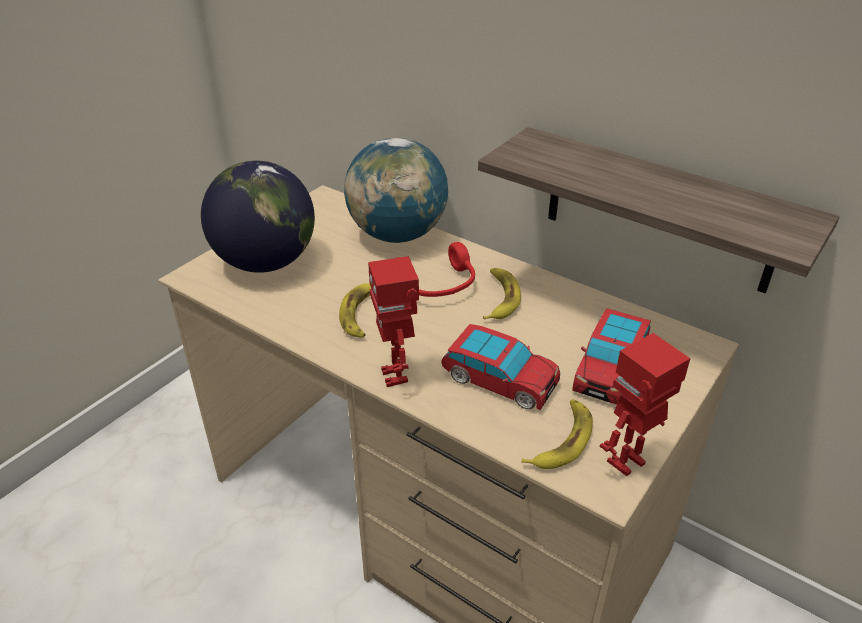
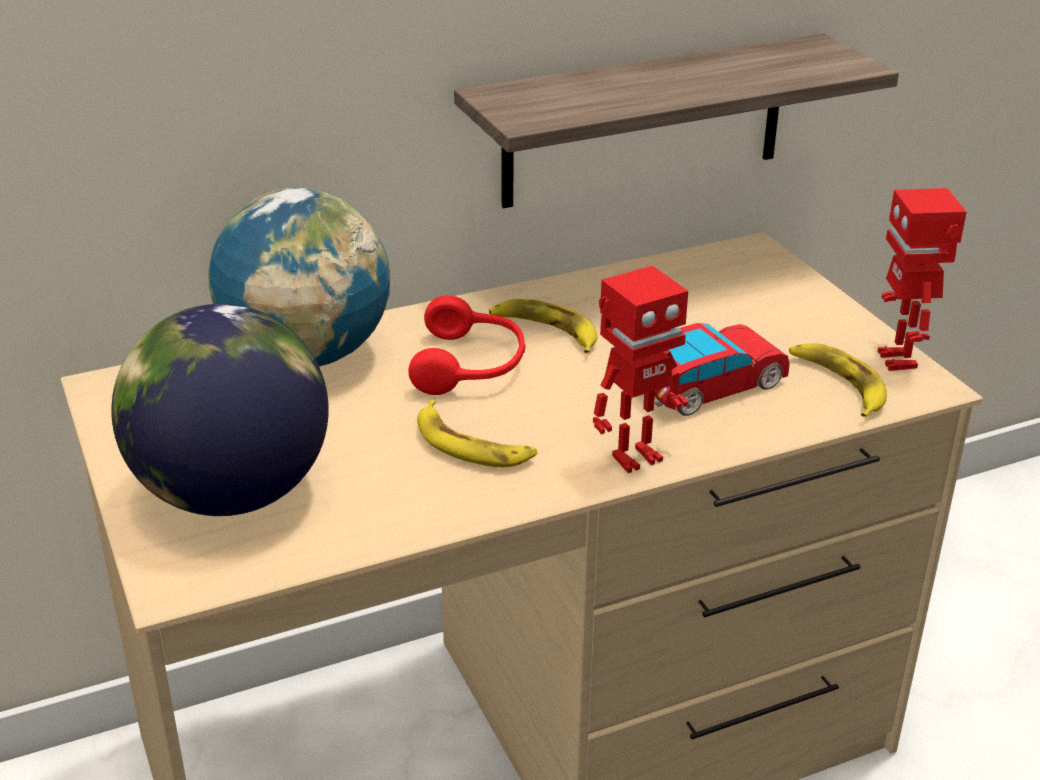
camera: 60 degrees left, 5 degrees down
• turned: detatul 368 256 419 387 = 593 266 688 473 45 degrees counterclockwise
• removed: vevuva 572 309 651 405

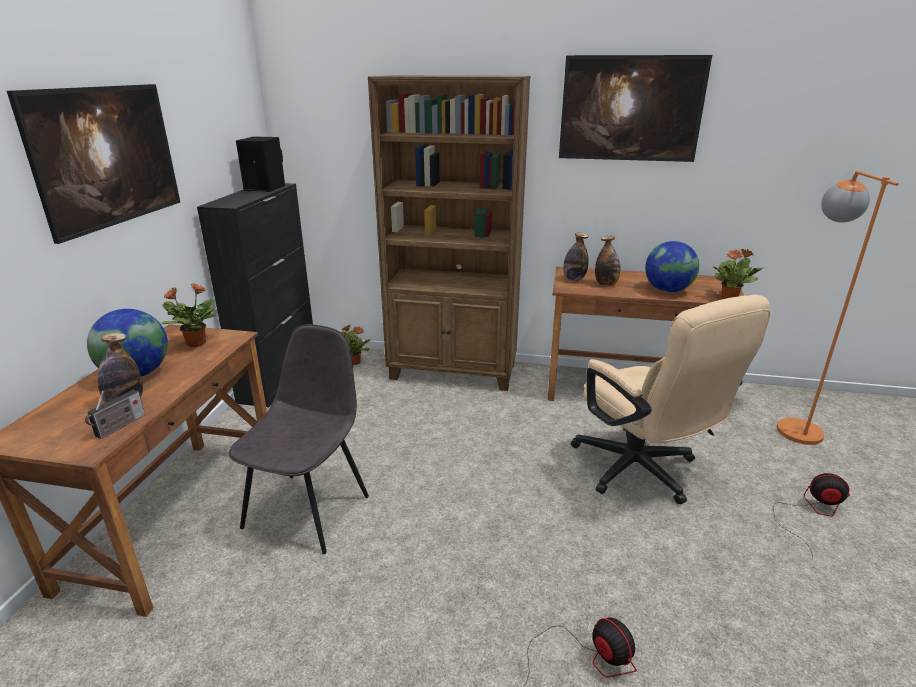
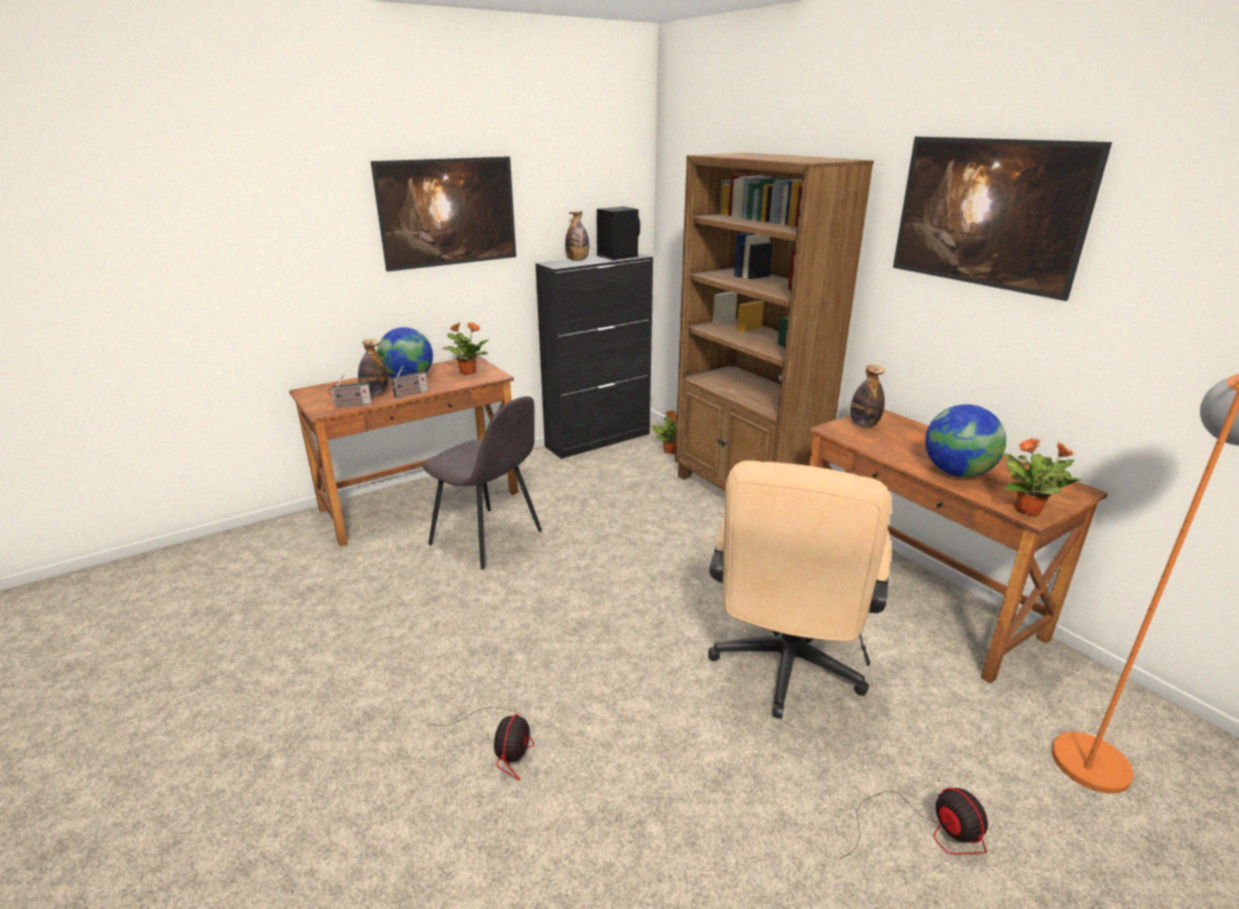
camera: 45 degrees right, 0 degrees up
• moved: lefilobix 595 236 621 286 to 565 211 589 261
• turned: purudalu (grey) 229 324 369 554 = 423 397 542 570 60 degrees clockwise
• added: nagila 389 366 428 398

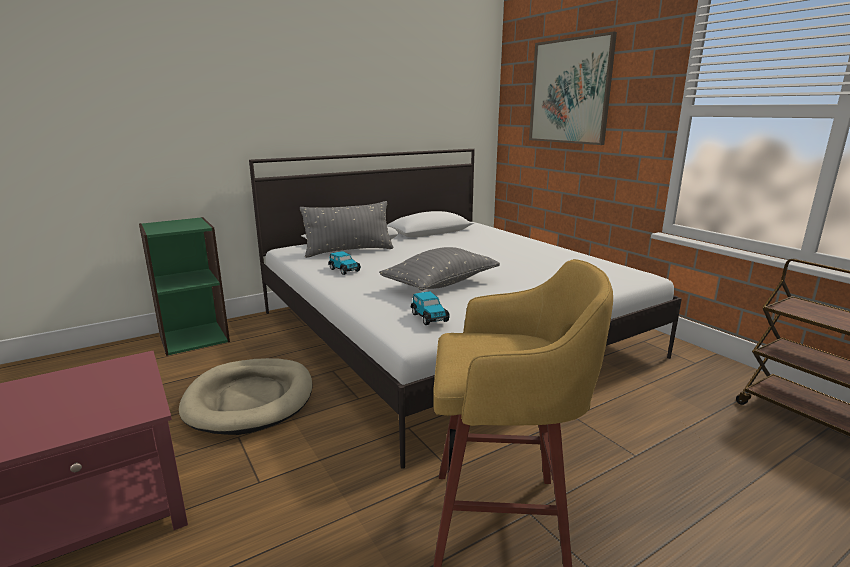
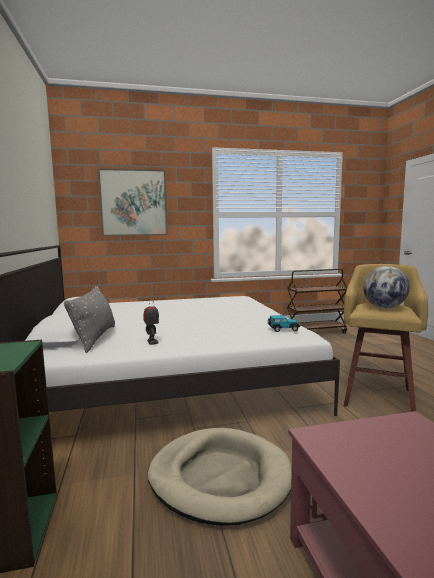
camera: 70 degrees left, 10 degrees down
• removed: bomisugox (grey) 379 247 500 291
• replaced: vevuva 328 251 361 275 to detatul 143 299 159 345
• added: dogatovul 363 266 410 308

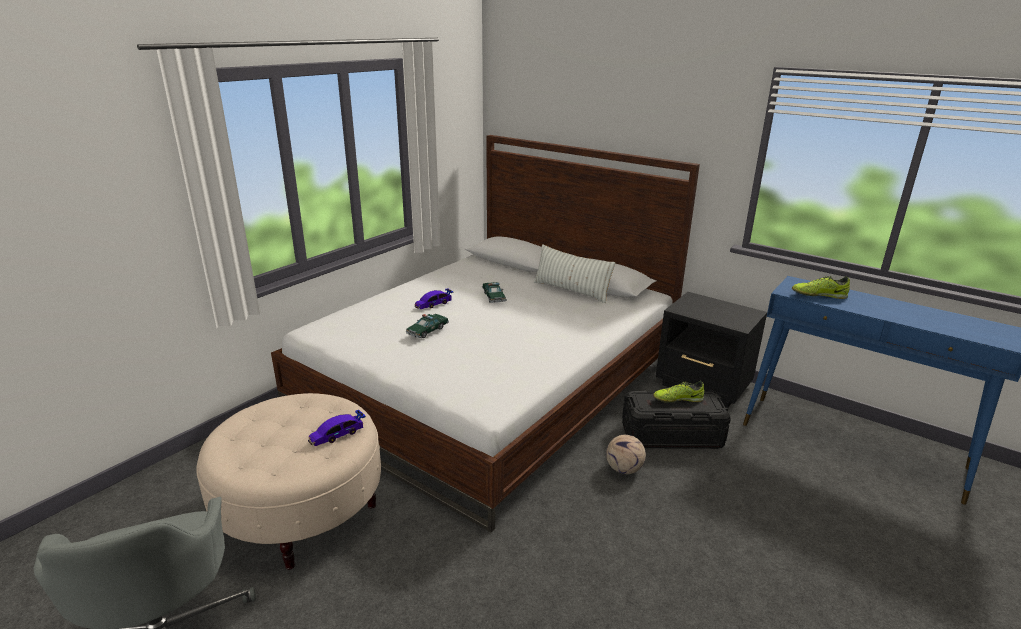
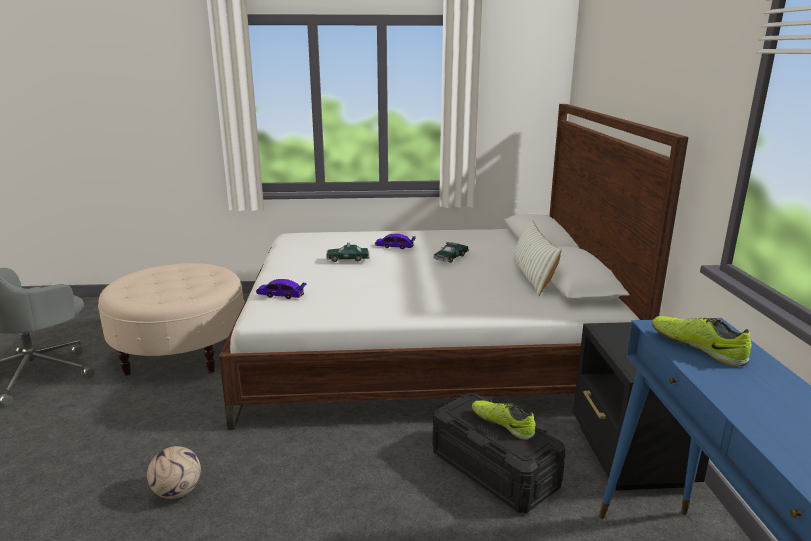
camera: 50 degrees right, 5 degrees down
• moved: vevuva 308 410 366 446 to 256 279 306 299
• moved: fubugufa 606 435 646 474 to 147 446 201 499

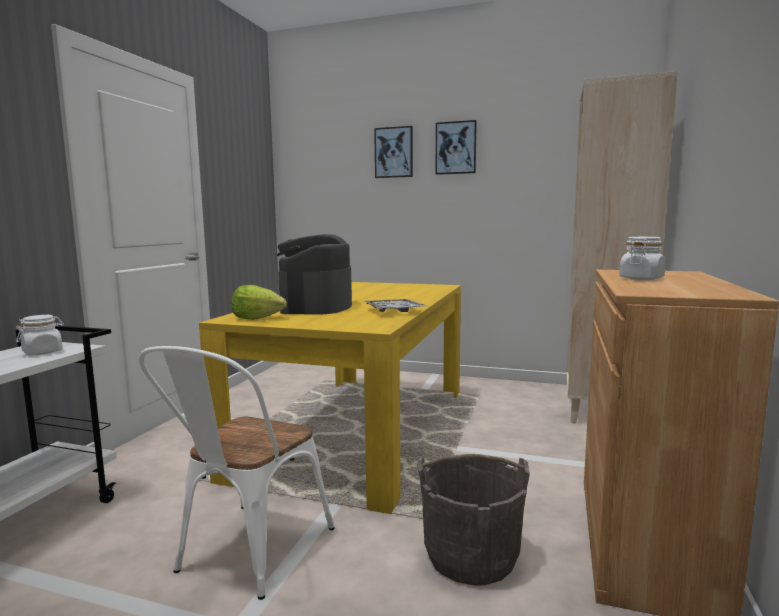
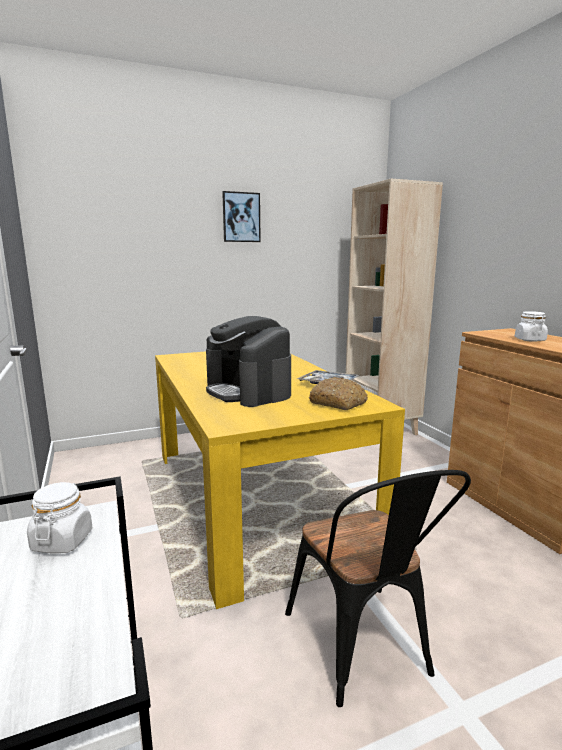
camera: 40 degrees left, 5 degrees up
• removed: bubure 374 126 413 178
• removed: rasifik 231 285 287 320
• recoloured: purudalu (white) 139 346 335 600 to purudalu (black) 285 470 471 707
• removed: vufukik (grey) 417 454 530 586
• added: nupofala 309 377 368 410

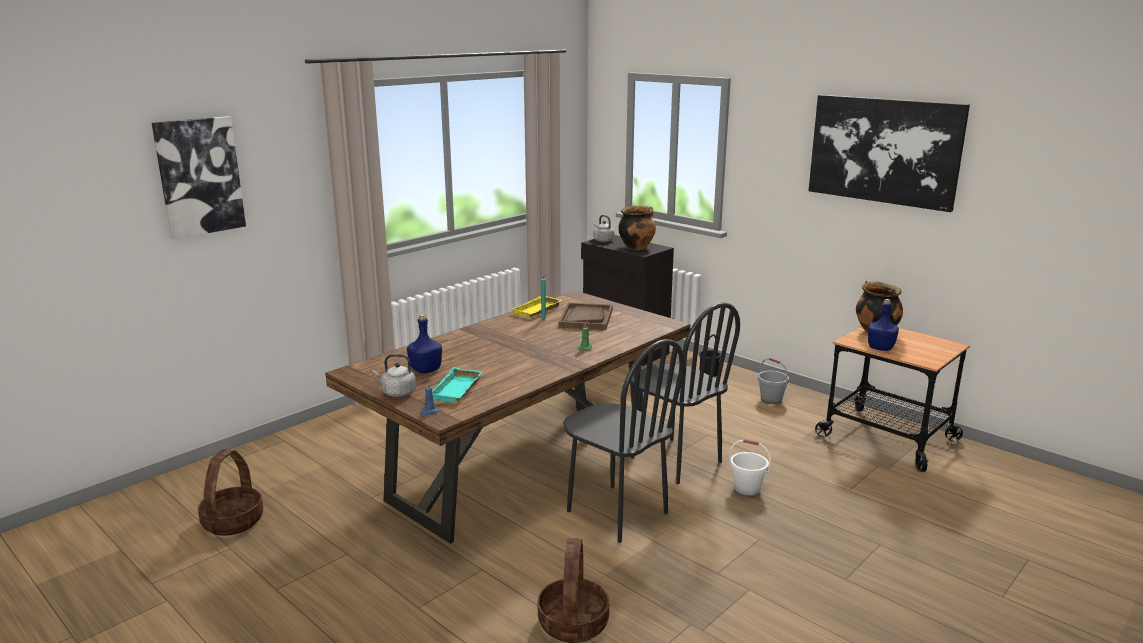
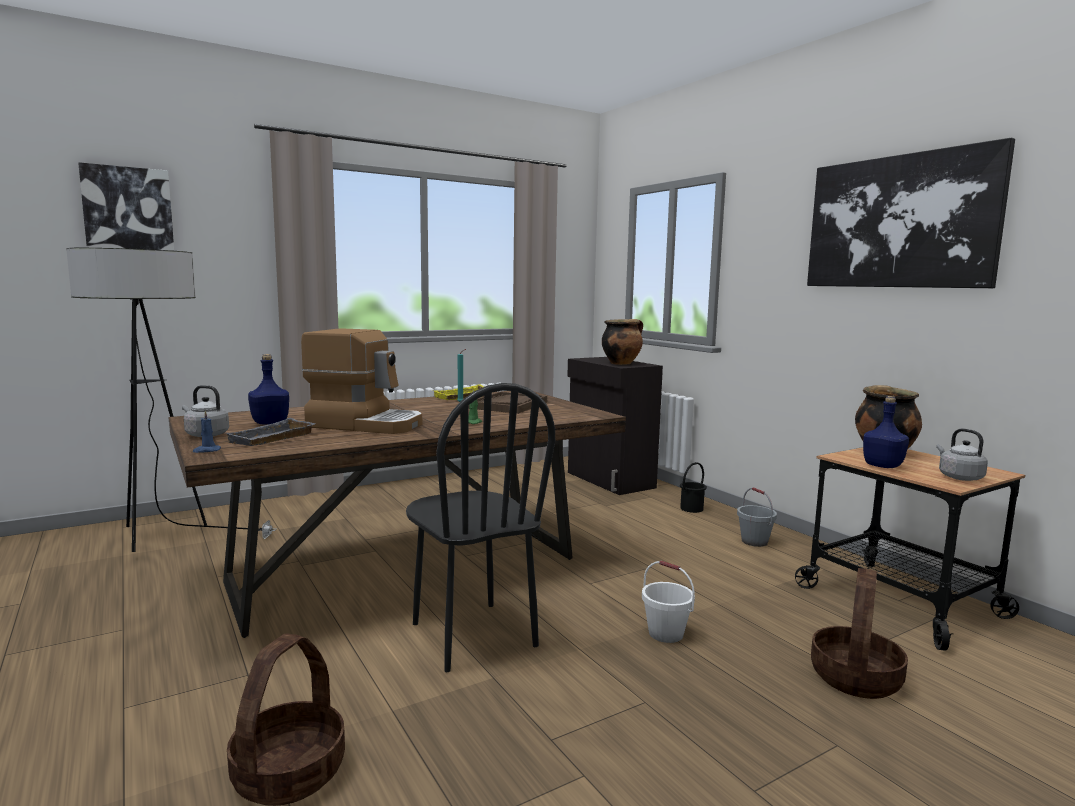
camera: 15 degrees right, 10 degrees down
• moved: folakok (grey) 593 215 615 242 to 936 428 988 481
• removed: purudalu (black) 631 302 740 484
• recoloured: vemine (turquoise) 432 367 483 402 to vemine (grey) 226 418 317 446
• moved: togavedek 198 449 263 536 to 811 568 908 699
• added: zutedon 66 248 277 552
• added: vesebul 301 328 422 434

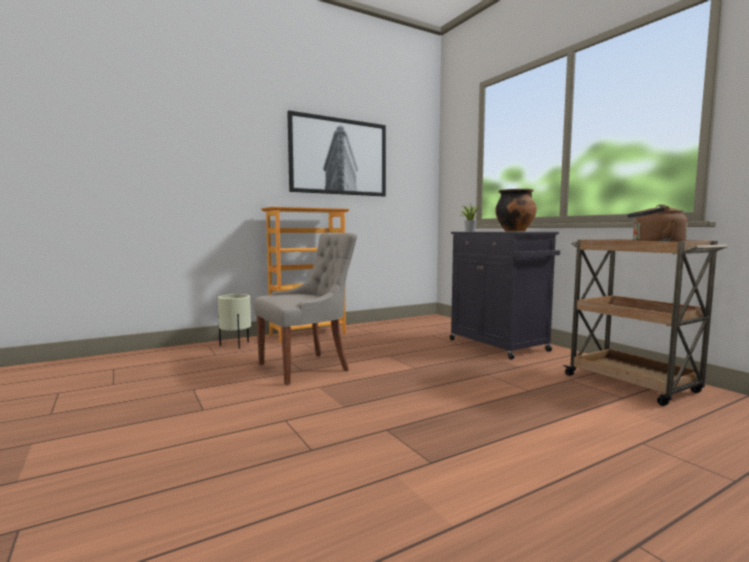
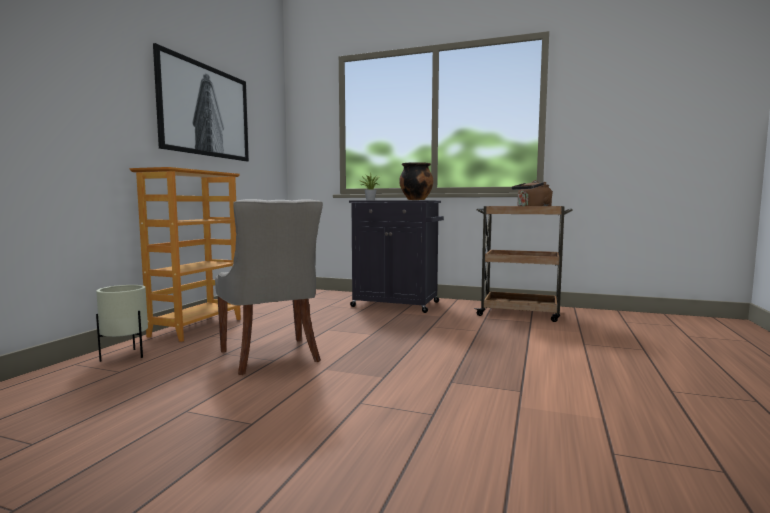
camera: 40 degrees left, 0 degrees up
• turned: purudalu (grey) 254 233 357 385 = 215 199 323 375 135 degrees clockwise

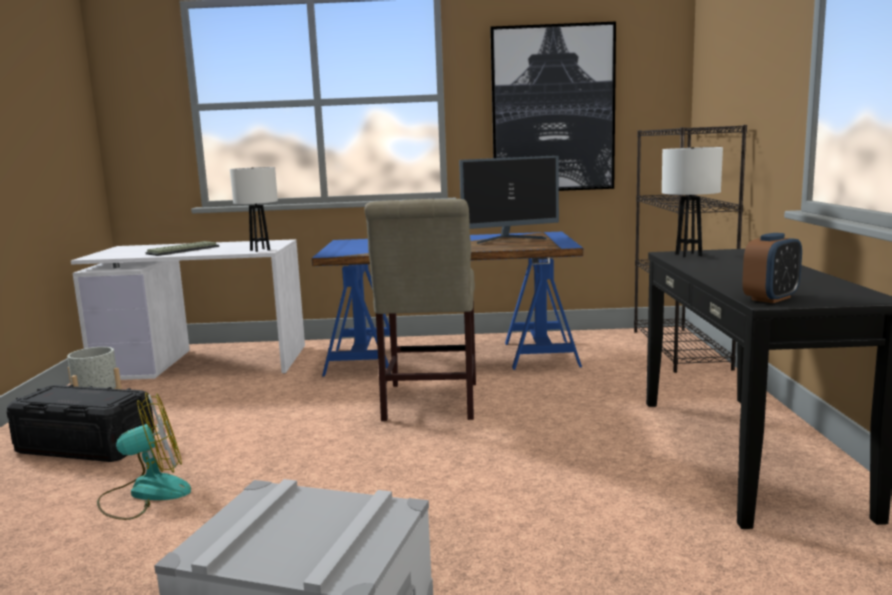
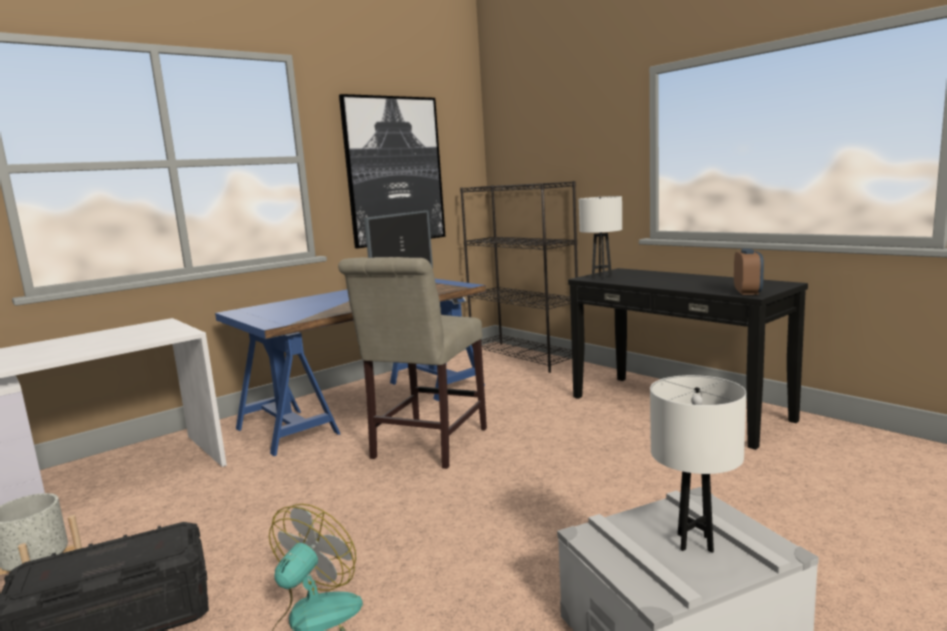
camera: 40 degrees left, 0 degrees up
• moved: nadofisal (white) 230 167 278 252 to 650 375 746 553
• turned: purudalu (beige) 365 199 476 421 = 338 257 487 469 60 degrees clockwise
• removed: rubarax 145 241 219 256

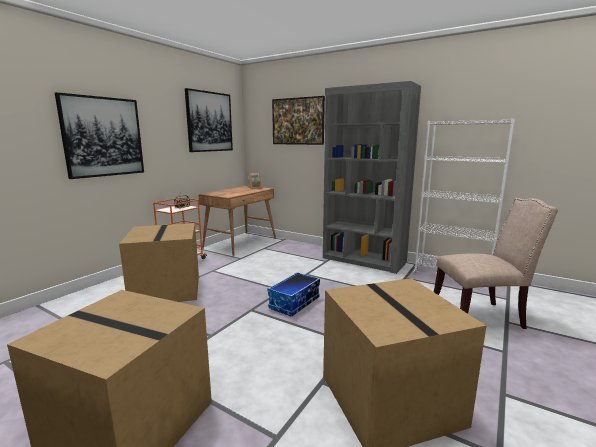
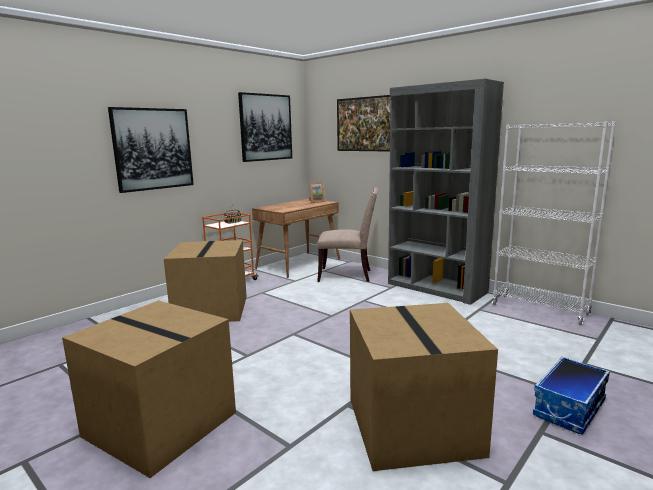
camera: 10 degrees right, 0 degrees up
• moved: purudalu (beige) 434 198 558 329 to 317 188 378 282
• moved: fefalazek 267 272 320 316 to 533 357 610 435

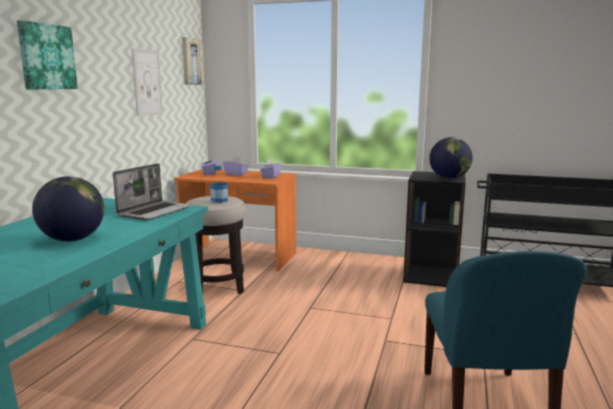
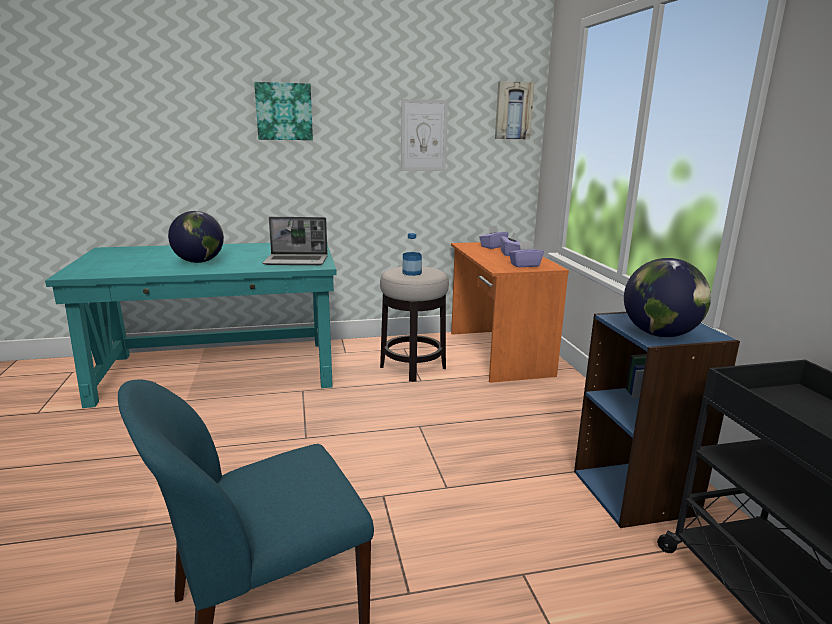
camera: 60 degrees right, 5 degrees up
• recoloured: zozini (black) 403 171 466 287 to zozini (blue) 574 312 740 528

